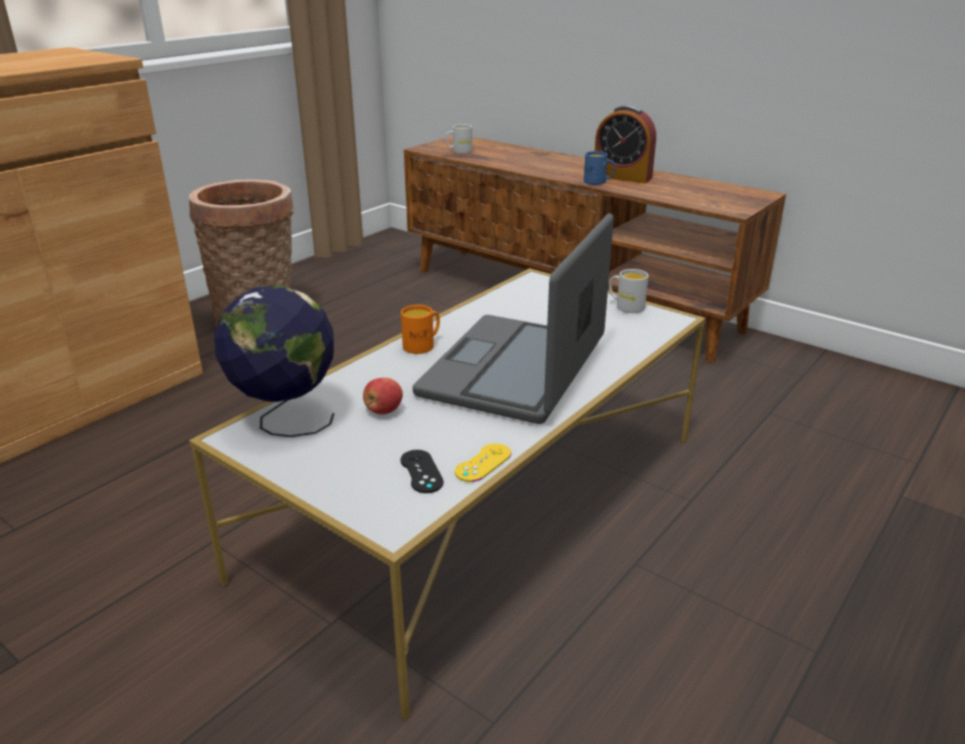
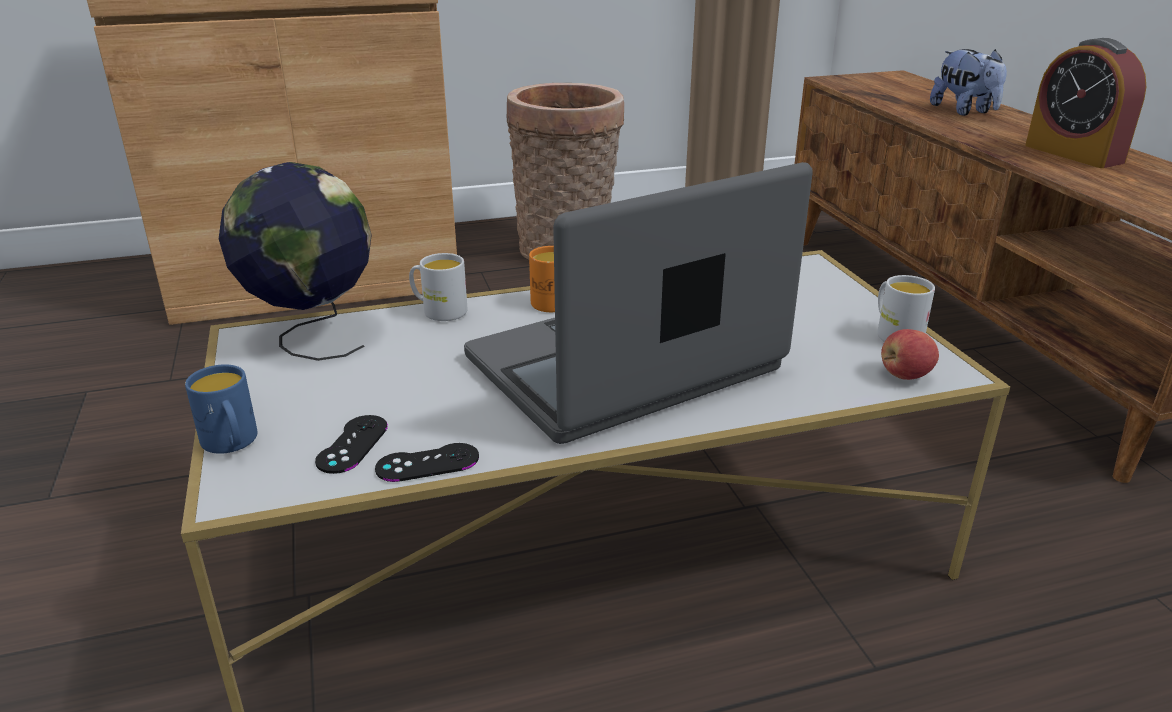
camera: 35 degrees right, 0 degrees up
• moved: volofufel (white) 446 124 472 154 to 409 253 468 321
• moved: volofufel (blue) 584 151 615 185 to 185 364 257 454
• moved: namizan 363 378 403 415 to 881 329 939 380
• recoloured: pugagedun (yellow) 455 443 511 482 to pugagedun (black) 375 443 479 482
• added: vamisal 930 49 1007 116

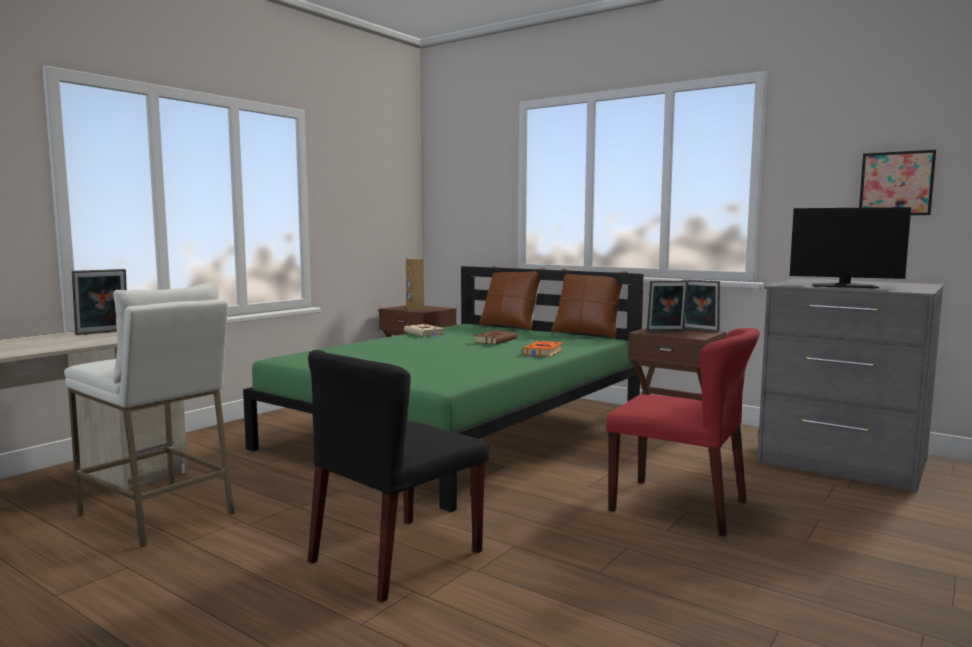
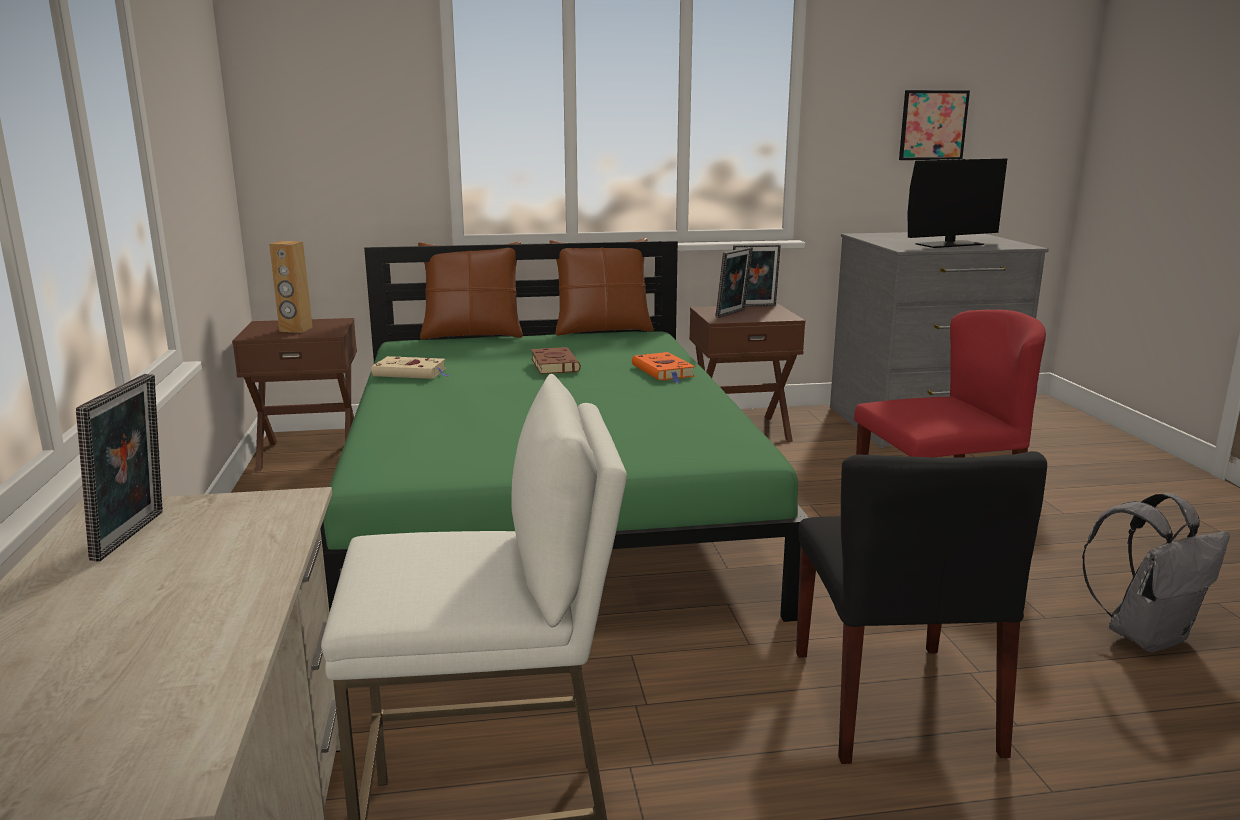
camera: 45 degrees left, 10 degrees up
• added: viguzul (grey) 1082 493 1230 653

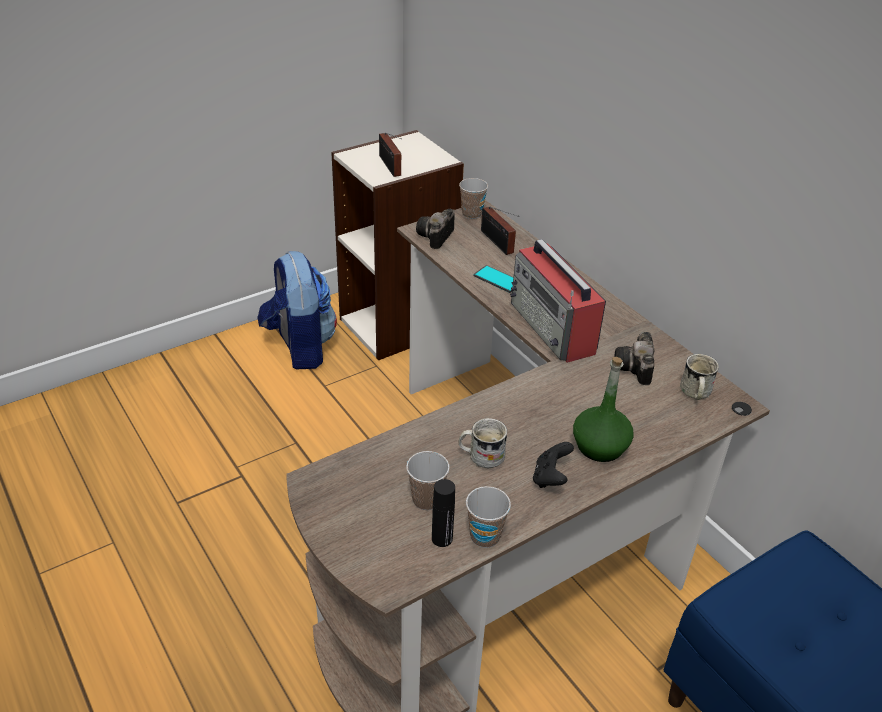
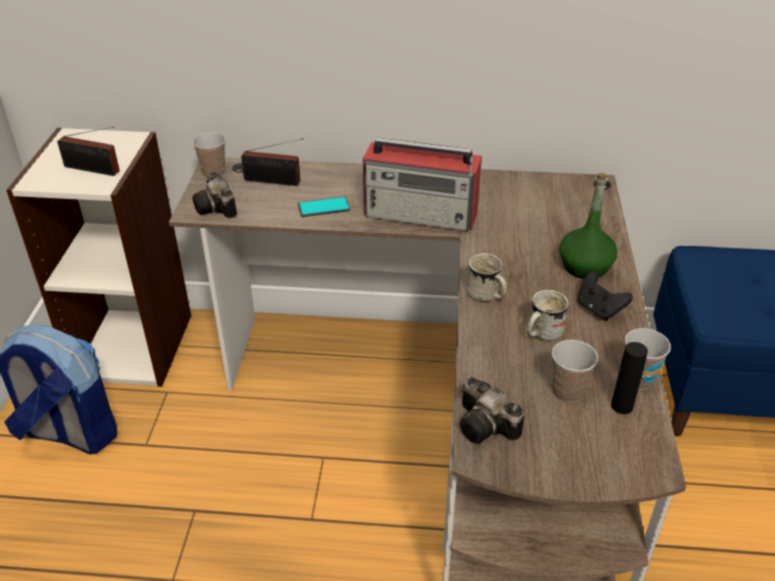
camera: 50 degrees left, 0 degrees up
• moved: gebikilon 614 332 654 385 to 460 377 524 443
• moved: volofufel (white) 680 354 719 400 to 466 253 507 301

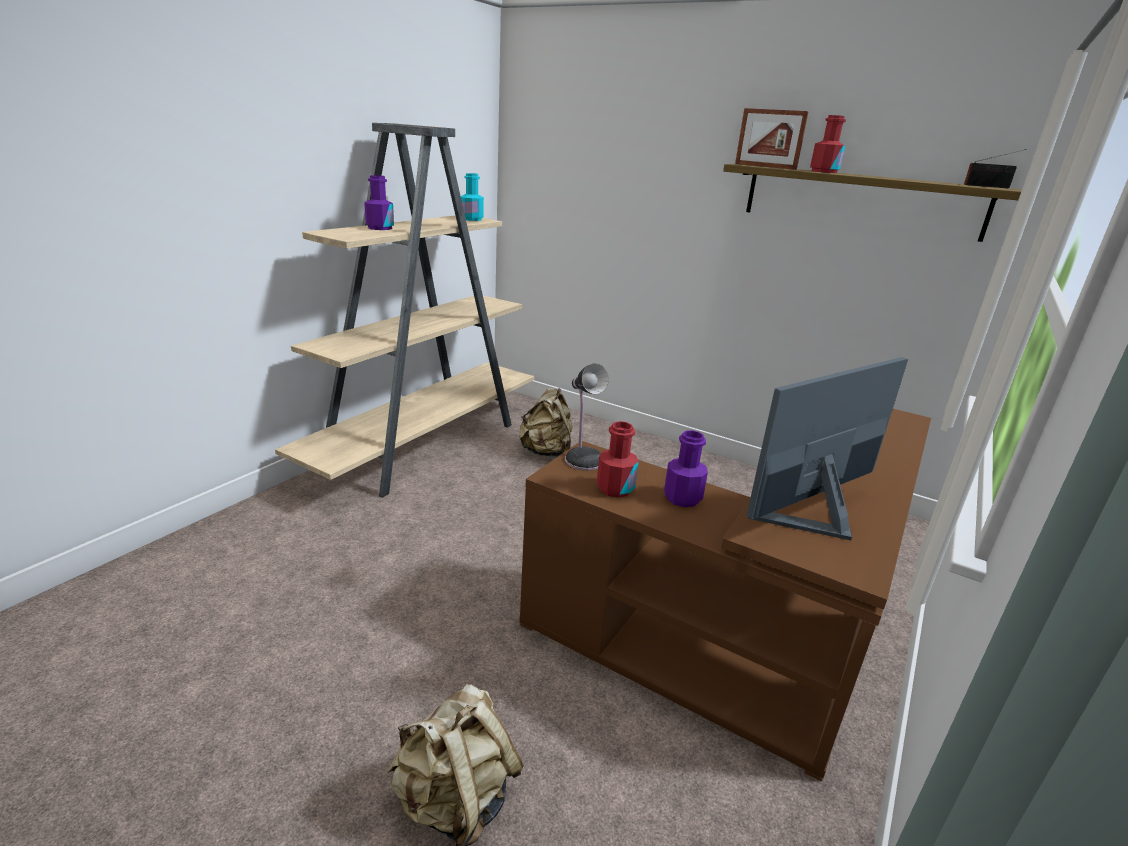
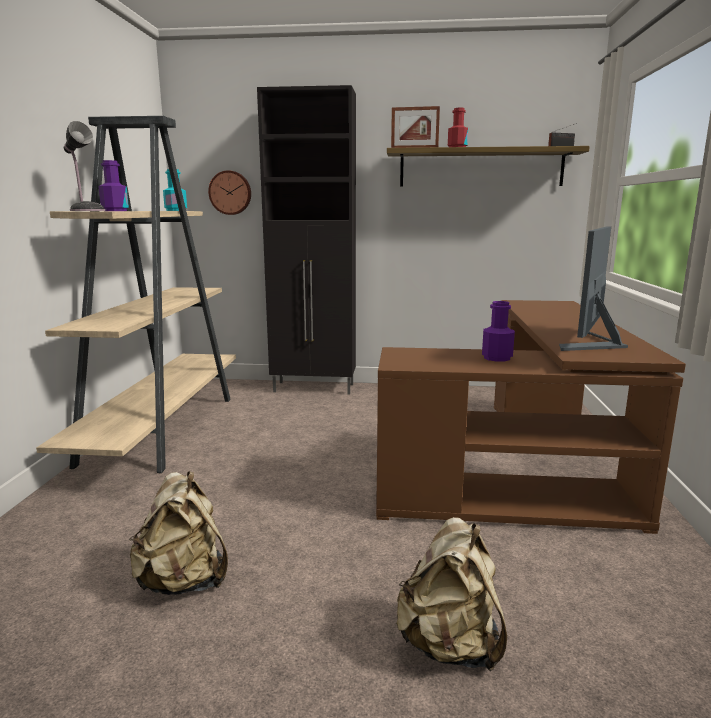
camera: 25 degrees left, 10 degrees down
• moved: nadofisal 565 364 609 471 to 64 121 105 211
• moved: viguzul (beige) 519 387 572 458 to 129 471 228 595
• removed: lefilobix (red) 597 421 639 498
• added: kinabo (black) 257 85 356 395
• added: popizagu 208 170 251 215

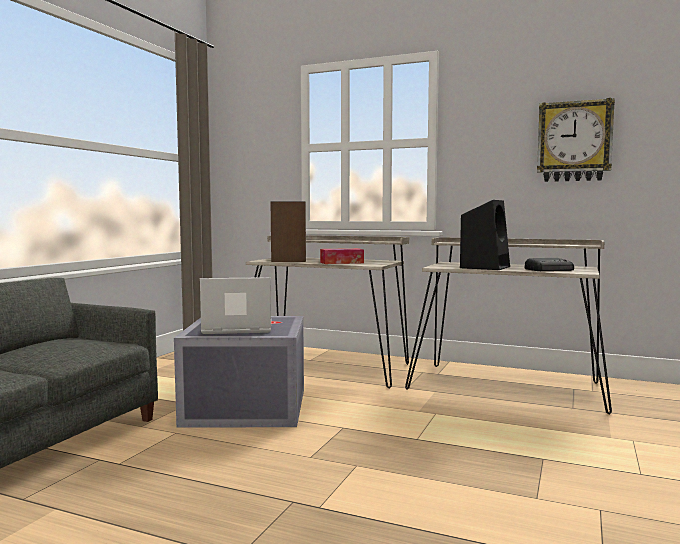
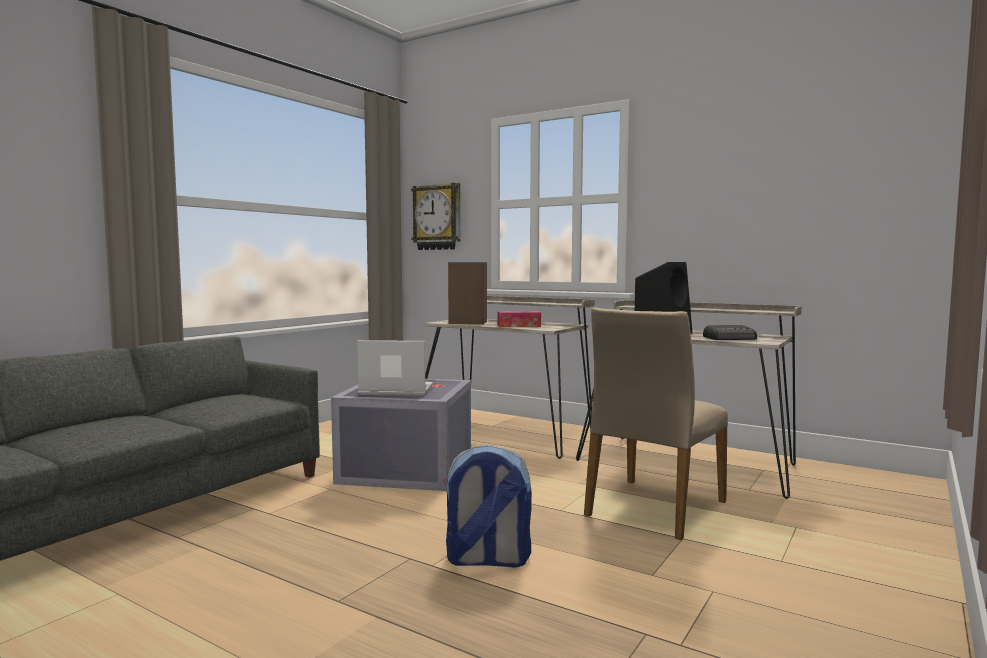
camera: 10 degrees right, 0 degrees up
• moved: popizagu 537 98 615 182 to 411 183 460 250
• added: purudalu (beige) 584 308 728 540
• added: viguzul 443 445 532 568

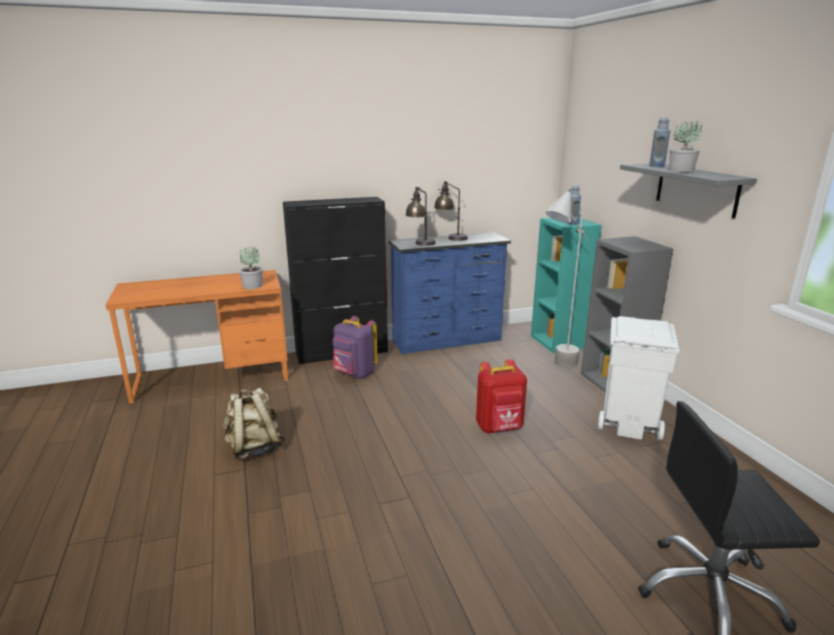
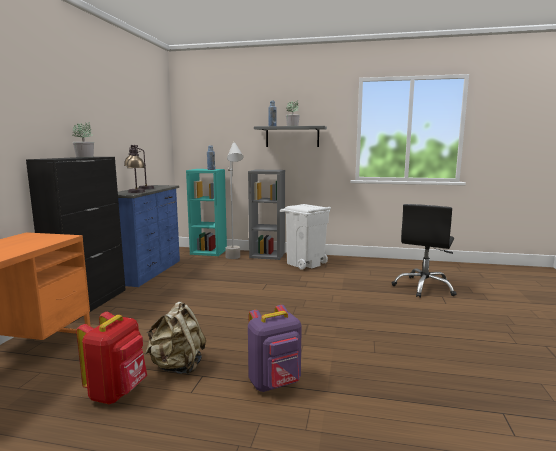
camera: 60 degrees left, 10 degrees down
• moved: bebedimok 239 247 263 289 to 72 122 94 157
• moved: viguzul (purple) 333 316 378 379 to 248 305 302 392
• moved: viguzul (red) 476 359 527 433 to 76 312 147 404

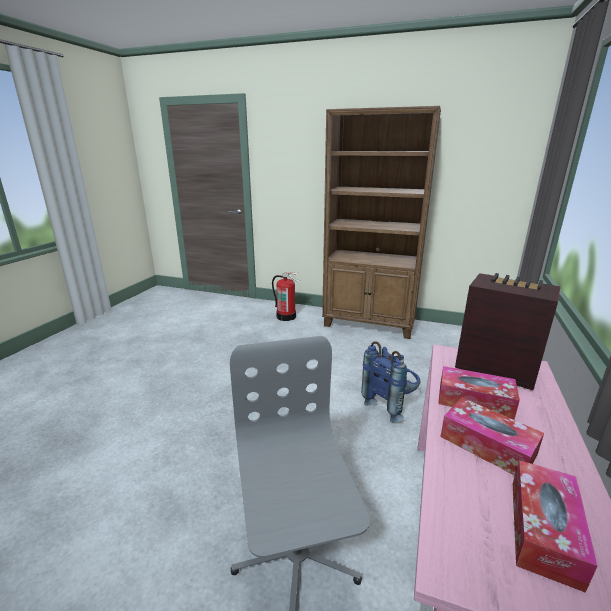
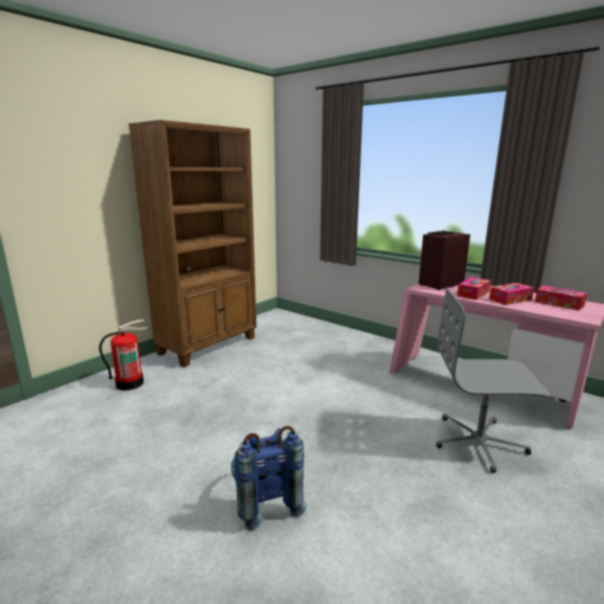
camera: 70 degrees left, 5 degrees down
• moved: viguzul (blue) 361 341 421 422 to 231 426 307 530

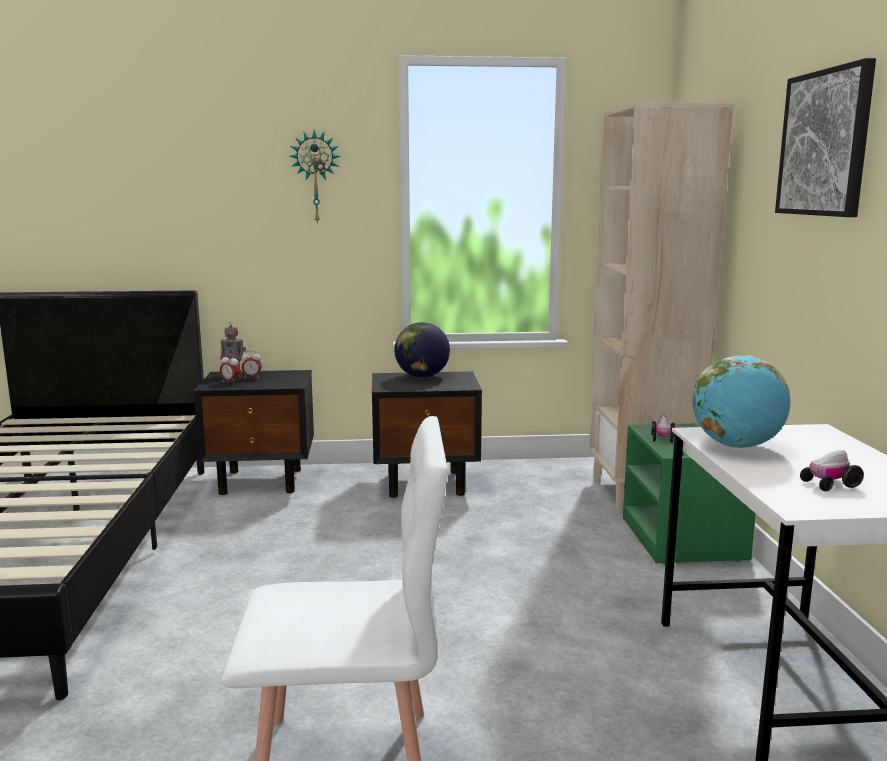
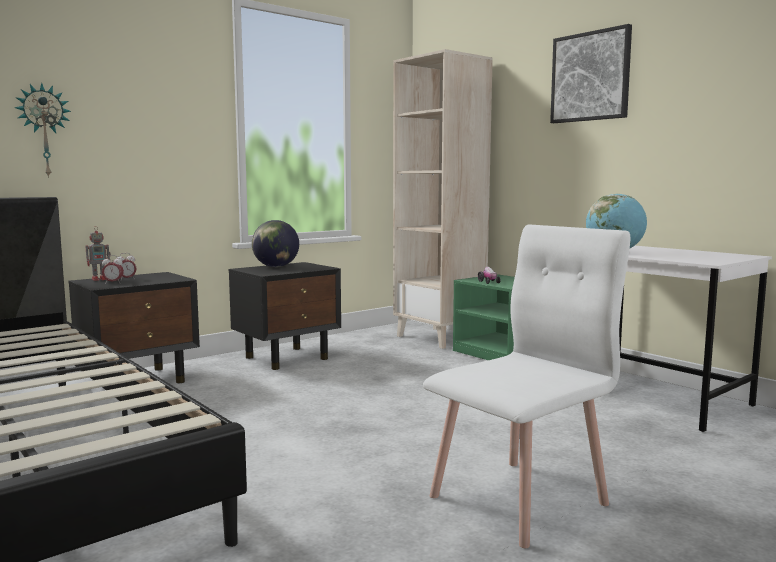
camera: 35 degrees left, 5 degrees down
• moved: popizagu 289 130 341 225 to 14 83 71 178
• removed: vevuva 800 450 864 491

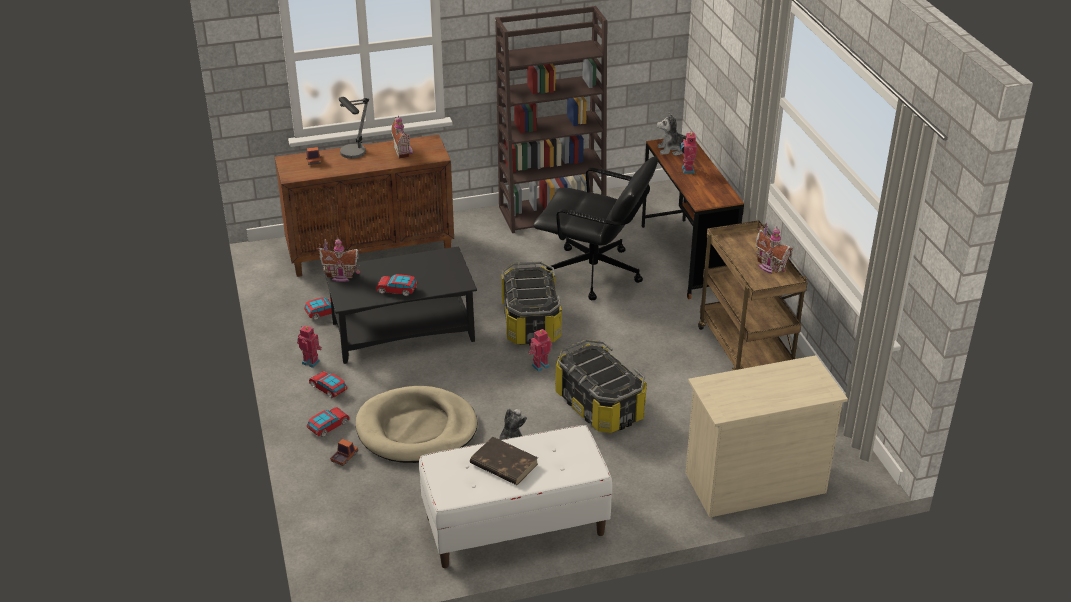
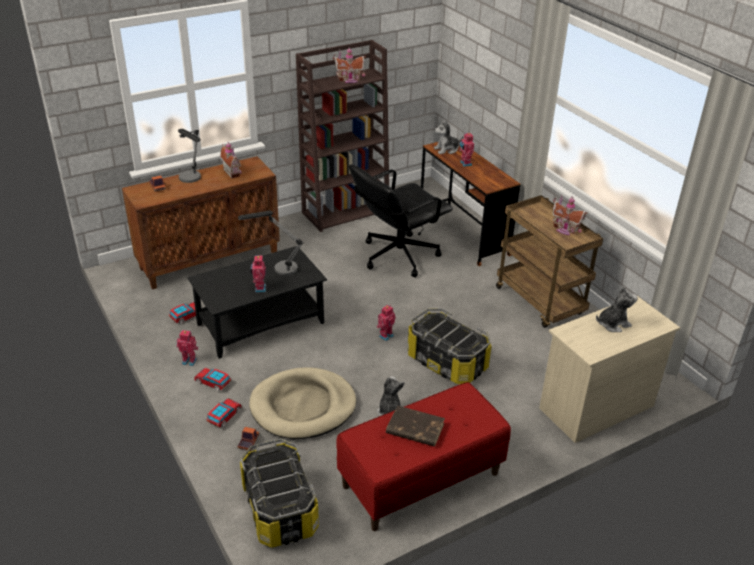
camera: 15 degrees left, 0 degrees up
• turned: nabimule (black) 533 156 658 300 = 349 164 453 277 135 degrees clockwise
• moved: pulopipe 317 237 361 282 to 333 47 366 83
• moved: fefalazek 501 261 562 346 to 240 439 319 548
• replaced: vevuva 376 274 417 296 to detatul 250 254 266 292
• recoloured: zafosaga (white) 419 425 612 568 to zafosaga (red) 336 382 511 531
• added: nadofisal 238 211 304 276
• added: vamisal 596 287 638 332

